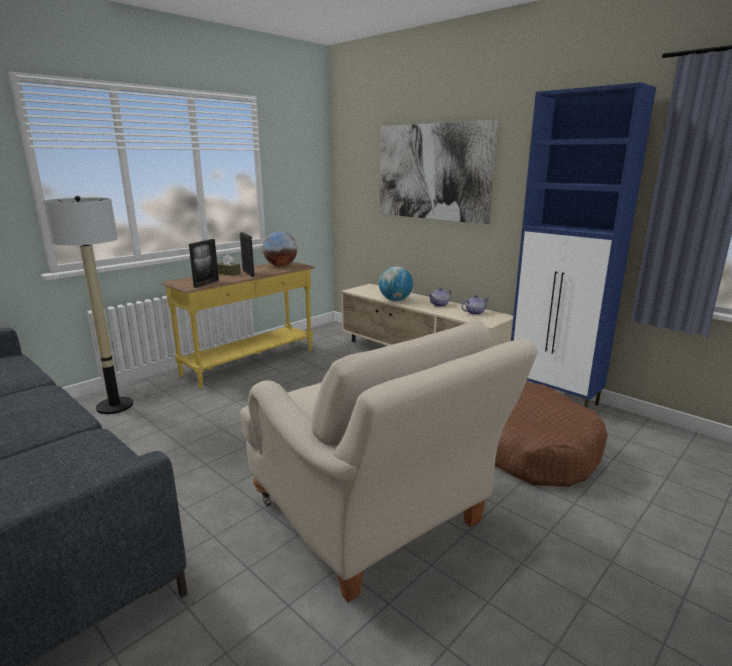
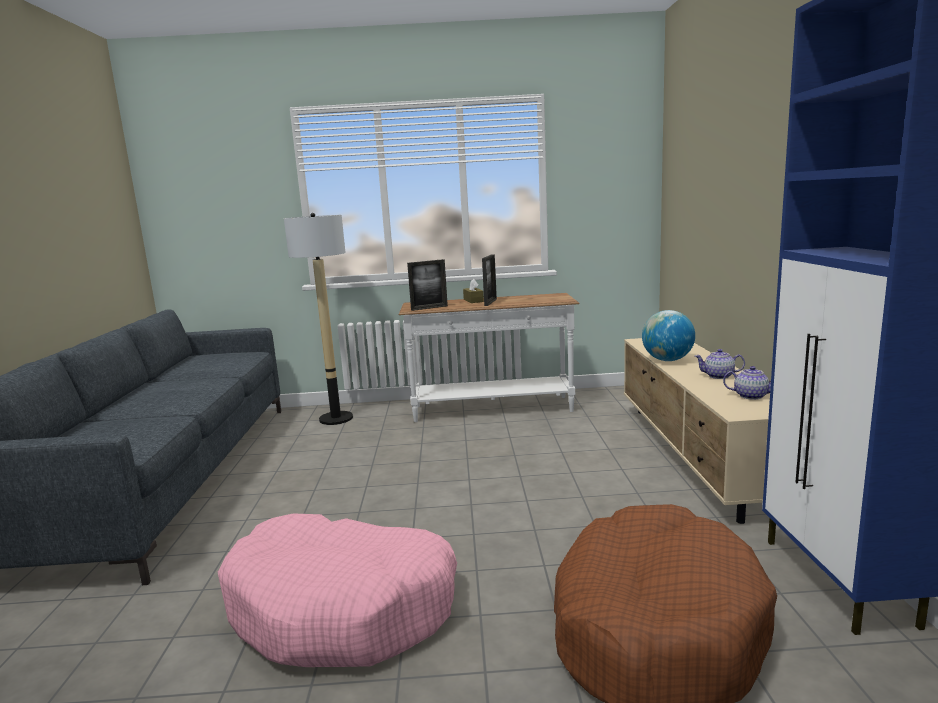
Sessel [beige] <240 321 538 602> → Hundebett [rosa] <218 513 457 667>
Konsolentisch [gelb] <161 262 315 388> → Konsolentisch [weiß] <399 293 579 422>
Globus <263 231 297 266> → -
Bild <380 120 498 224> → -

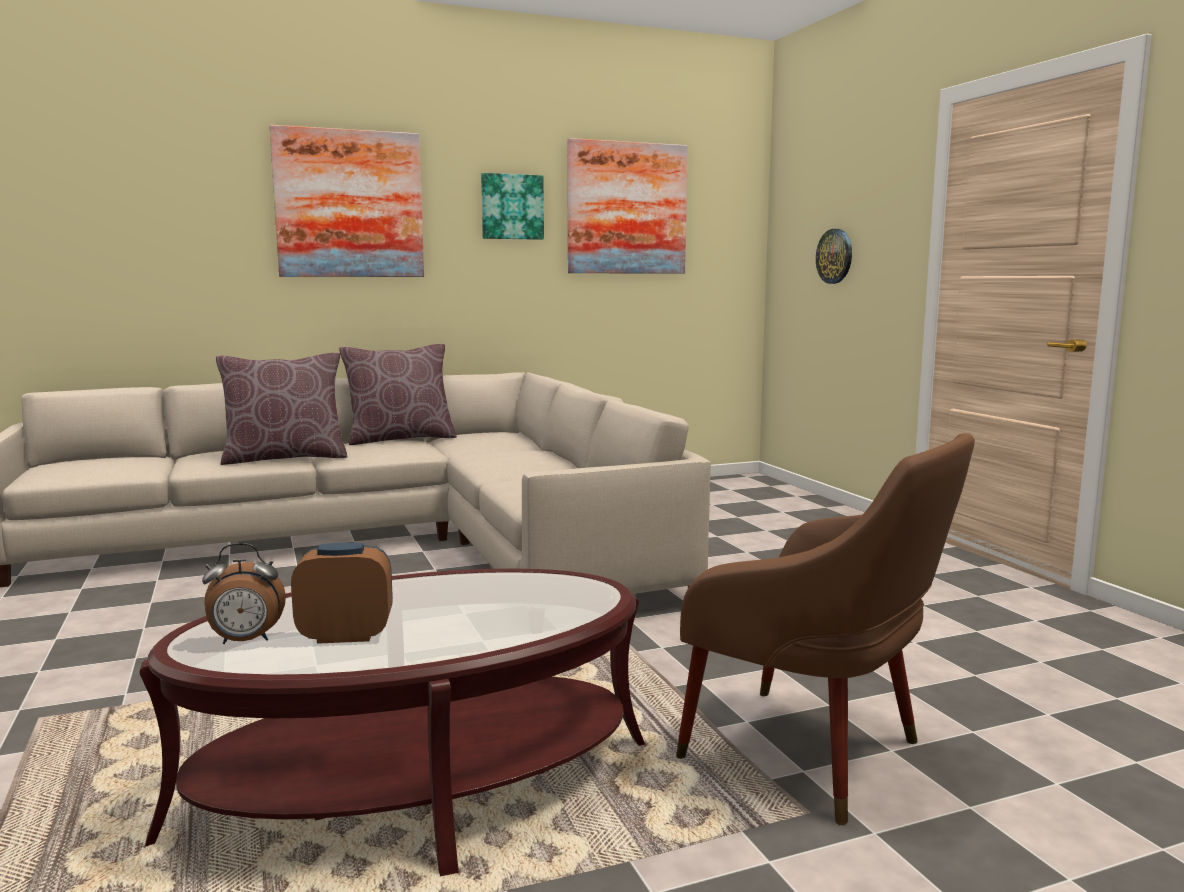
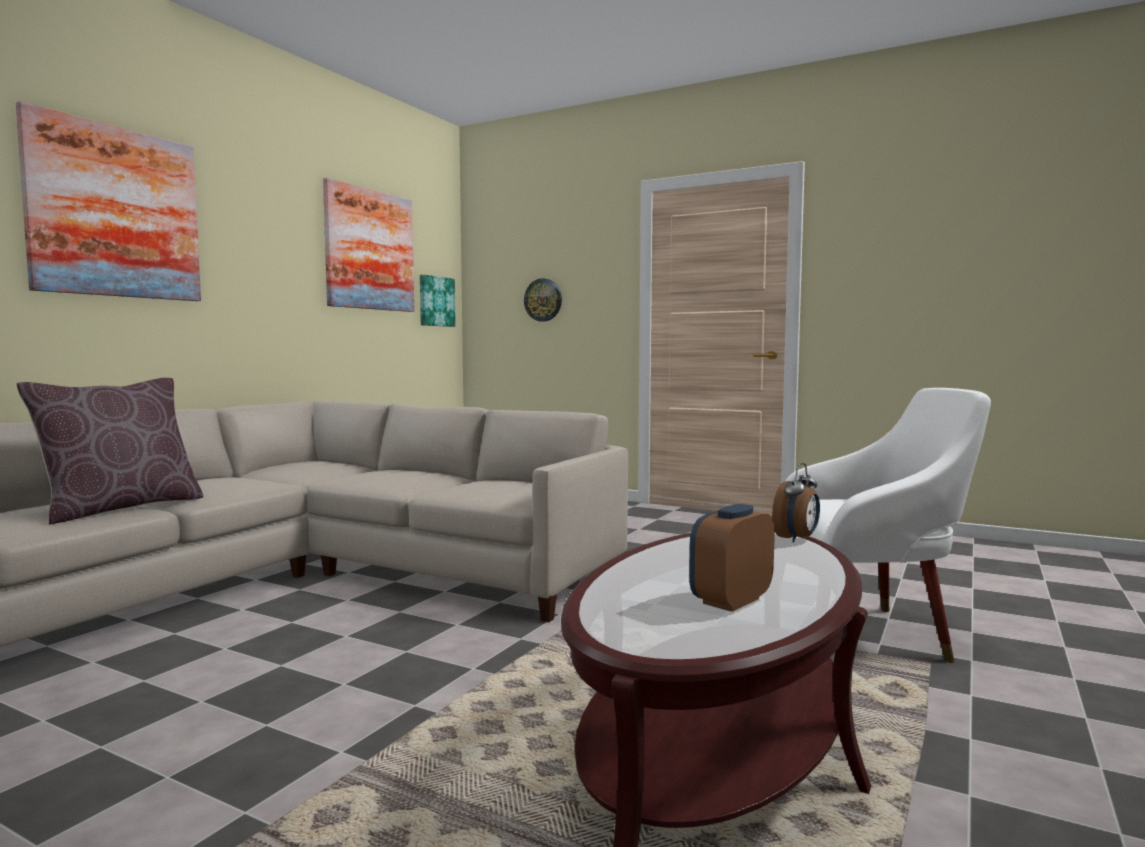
Bild <481 173 544 240> → Bild <420 275 455 327>, shifted
Wecker <202 543 286 644> → Wecker <772 463 820 543>, shifted
Sessel [braun] <676 433 975 825> → Sessel [weiß] <785 388 991 663>
Kissen [braun] <339 344 457 445> → -

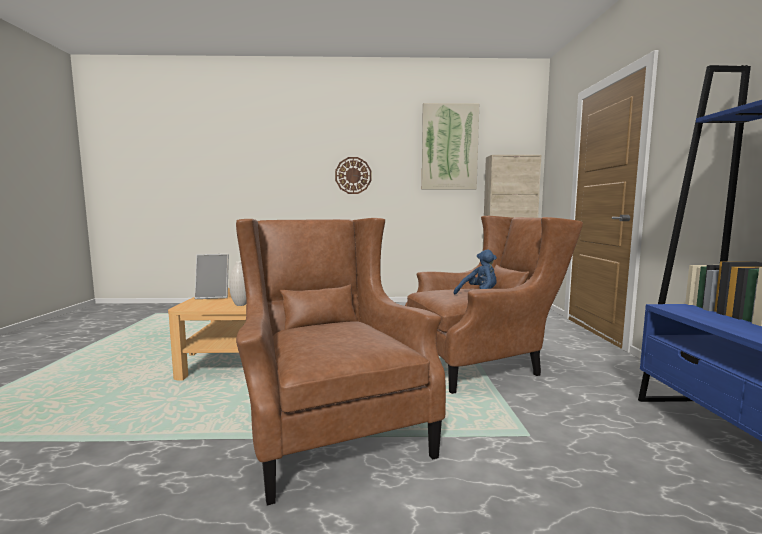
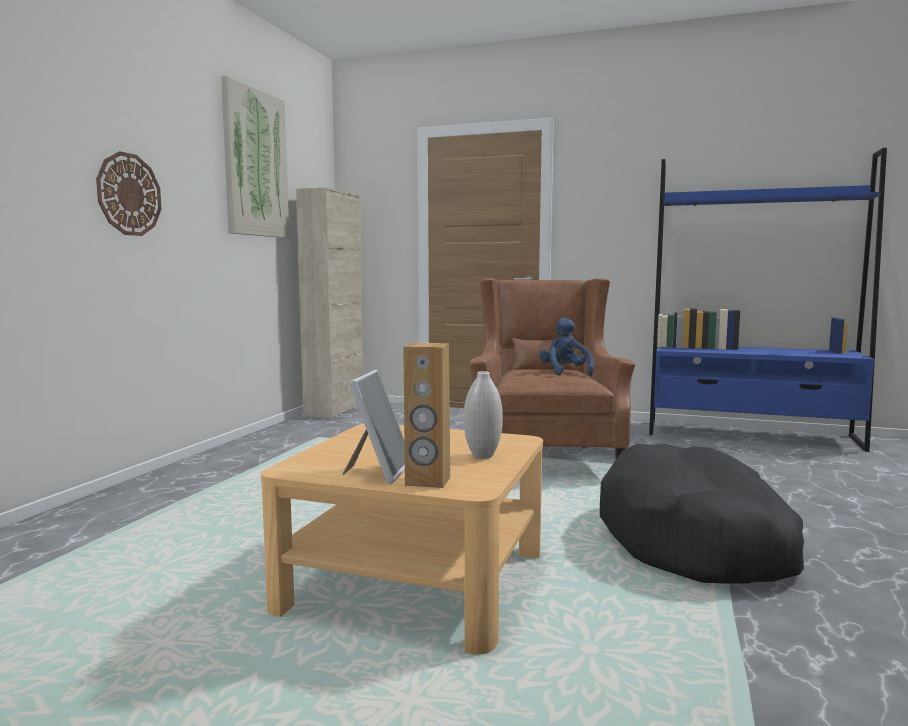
- → Lautsprecher [braun] <403 343 450 488>
Sessel [braun] <236 218 446 506> → Hundebett [schwarz] <600 444 804 583>

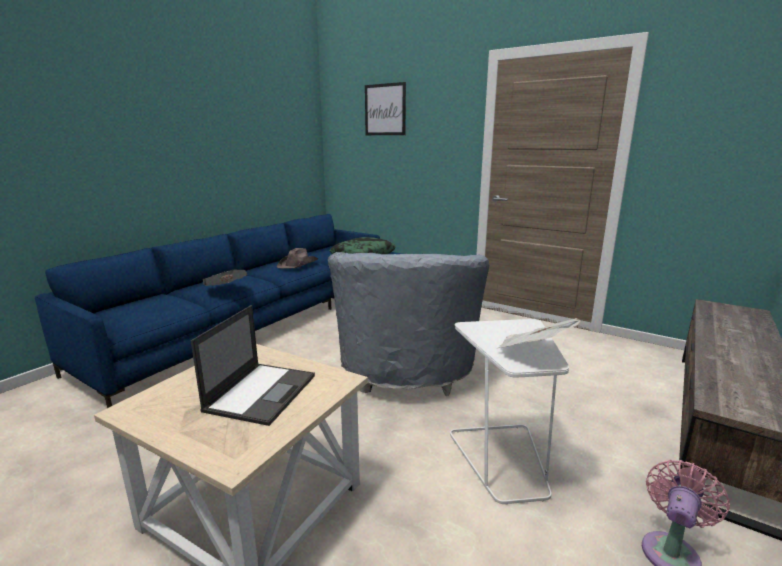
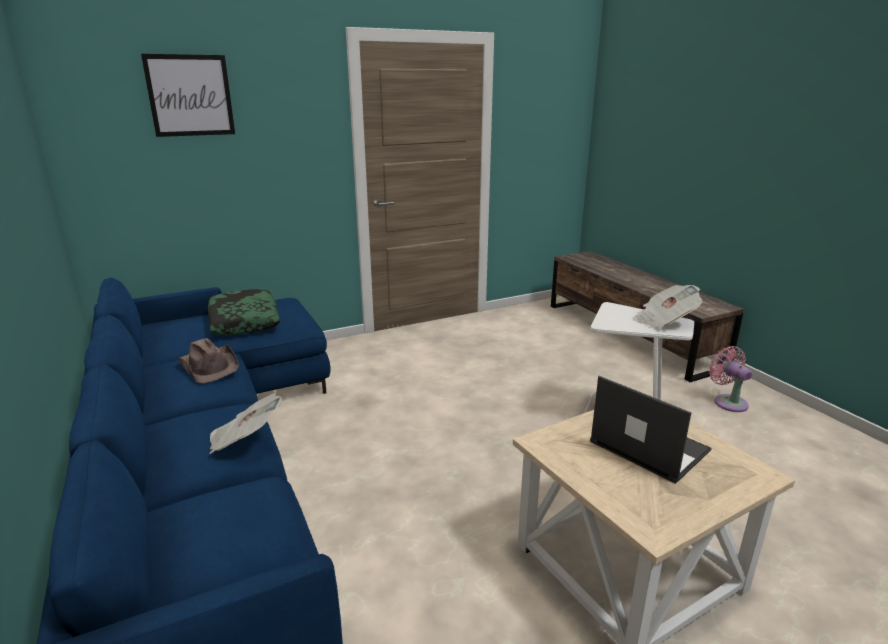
Sessel [beige] <328 252 489 396> → -

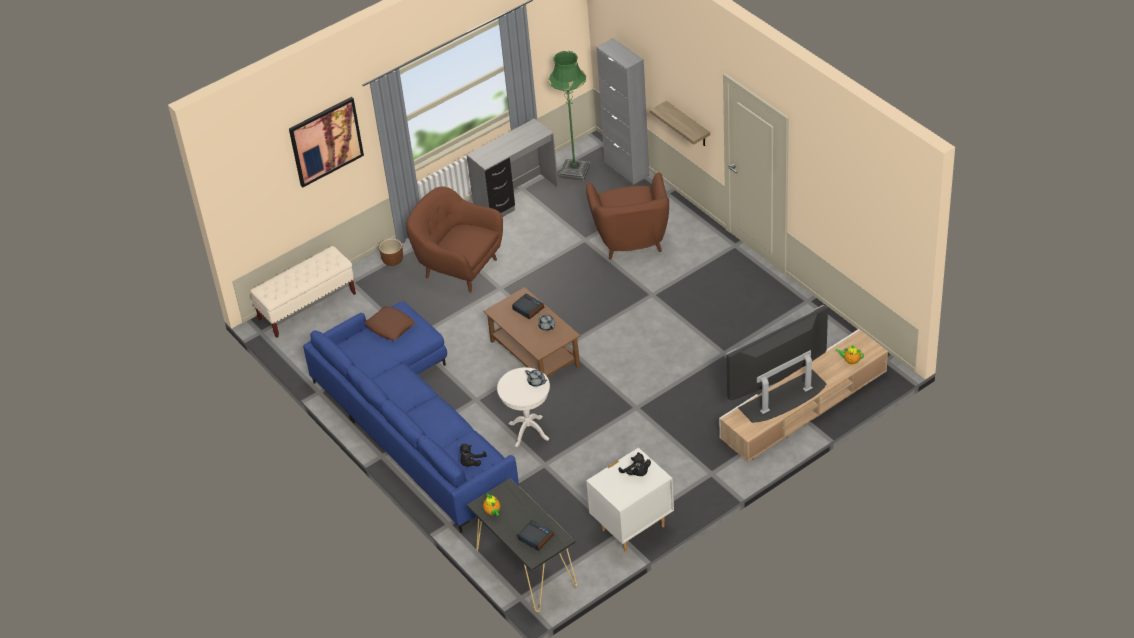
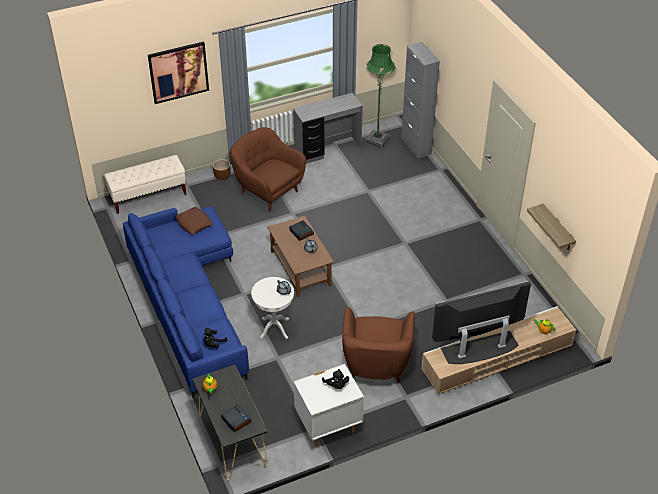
Sessel [braun] <586 172 669 260> → Sessel [braun] <342 307 415 383>, shifted
Wandregal <650 101 710 146> → Wandregal <527 204 576 251>, shifted

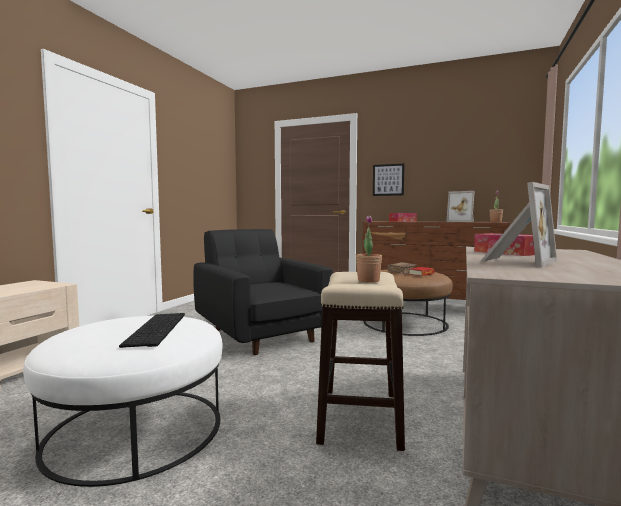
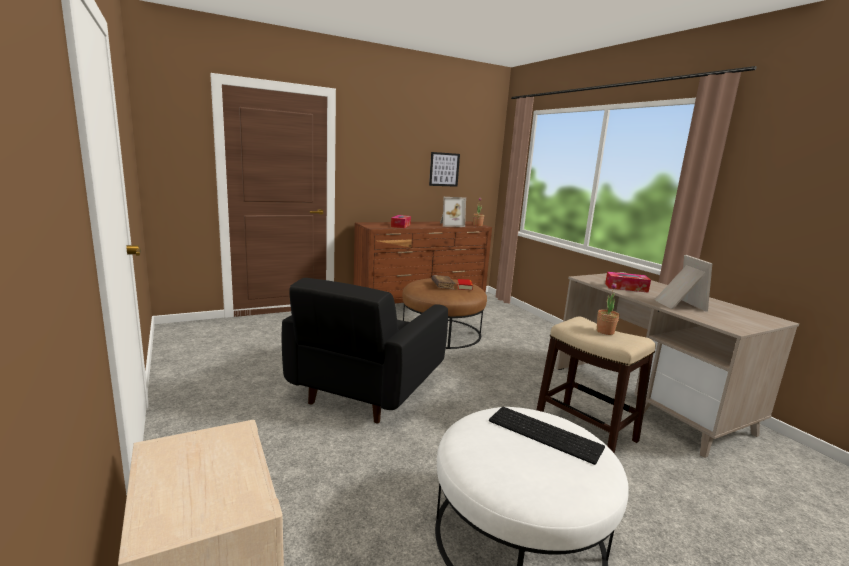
Sessel [schwarz] <193 229 333 355> → Sessel [schwarz] <282 278 448 424>, 75 degrees counterclockwise
Bild <373 164 405 196> → Bild <429 152 460 187>, shifted

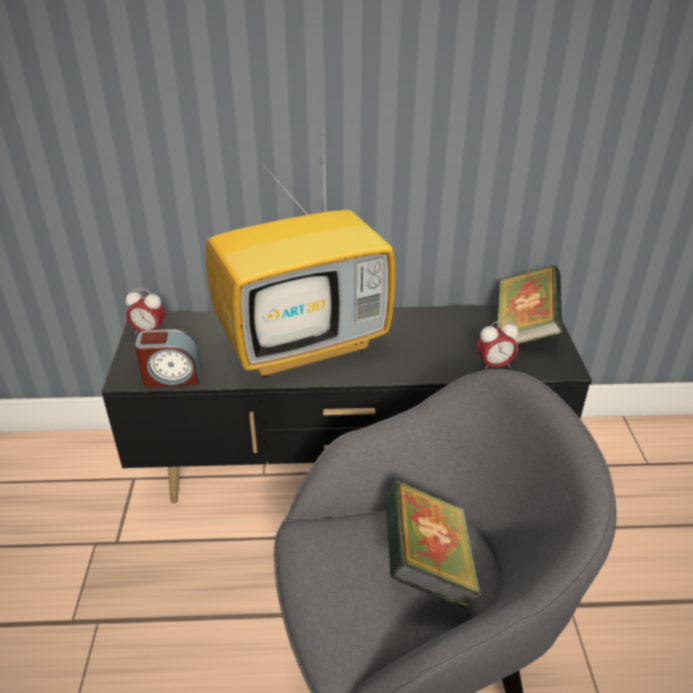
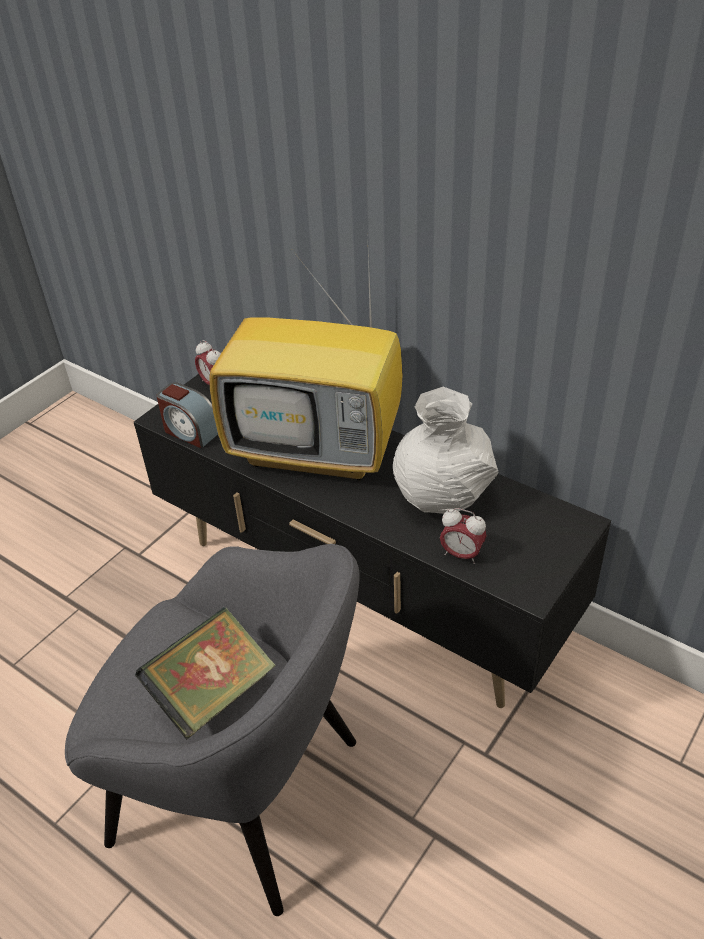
- → Vase [weiß] <393 387 498 514>
Buch <497 265 563 344> → -

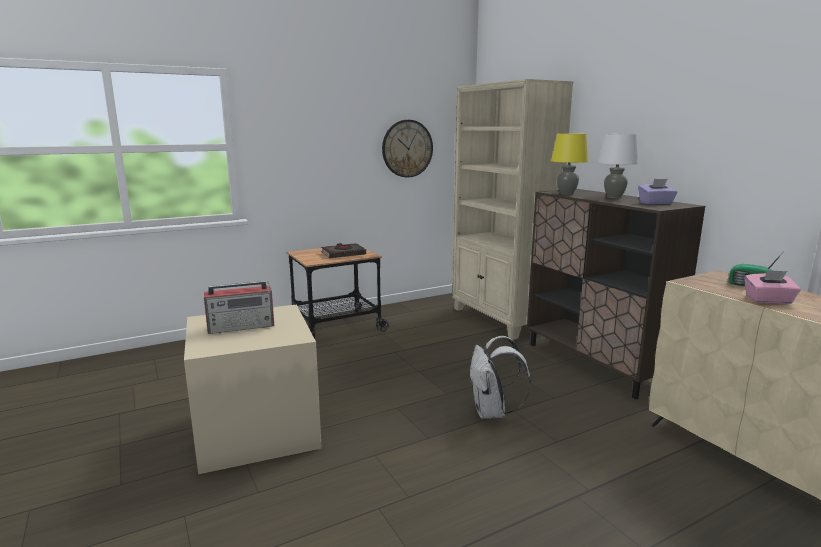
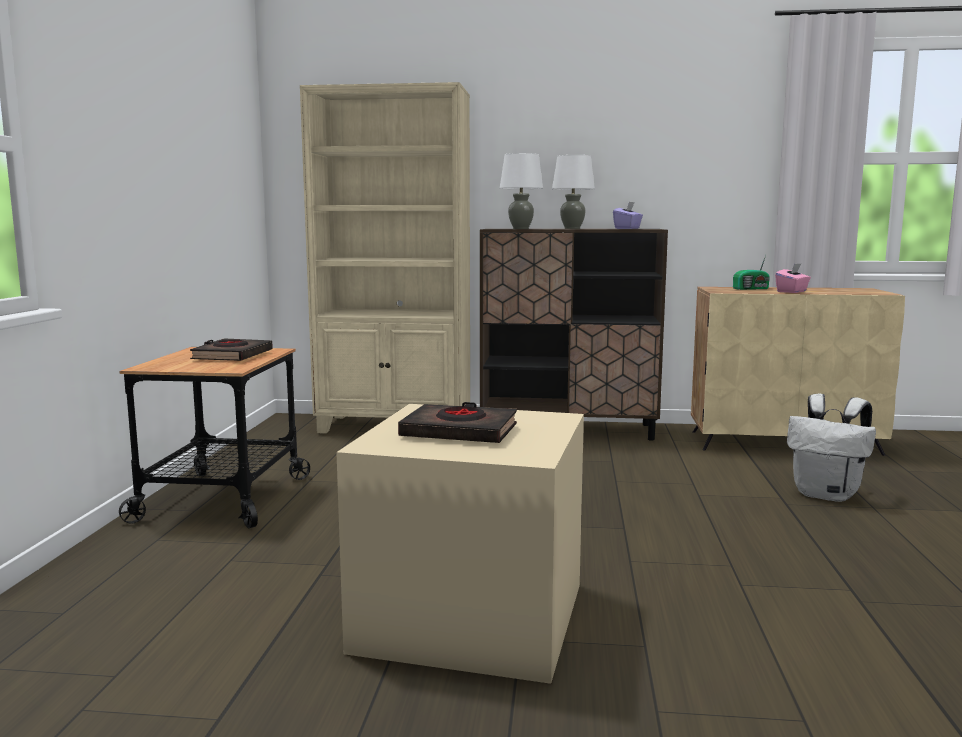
Radio <204 281 274 334> → Buch [schwarz] <398 402 517 443>
Tischlampe [gelb] <551 133 588 195> → Tischlampe [weiß] <500 153 543 229>
Rucksack [weiß] <470 336 531 419> → Rucksack [weiß] <787 394 876 502>, shifted
Wanduhr <382 120 433 178> → -

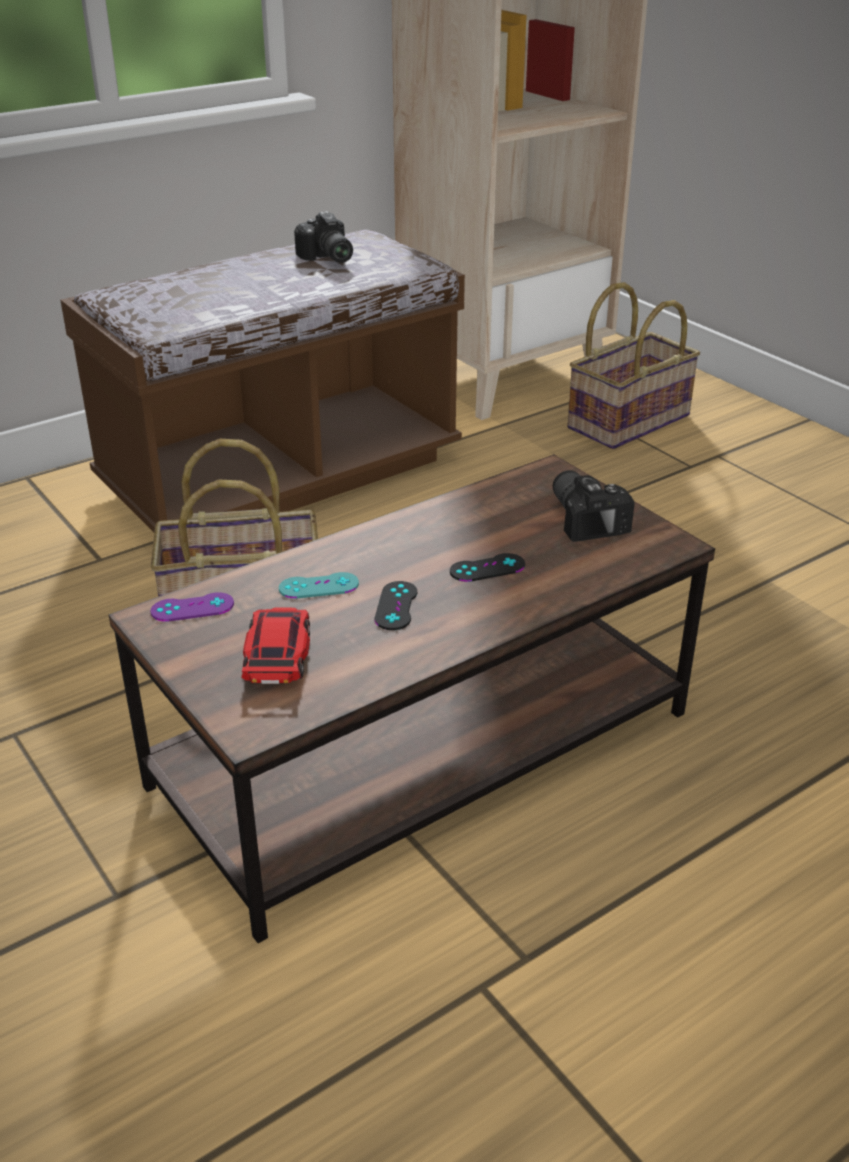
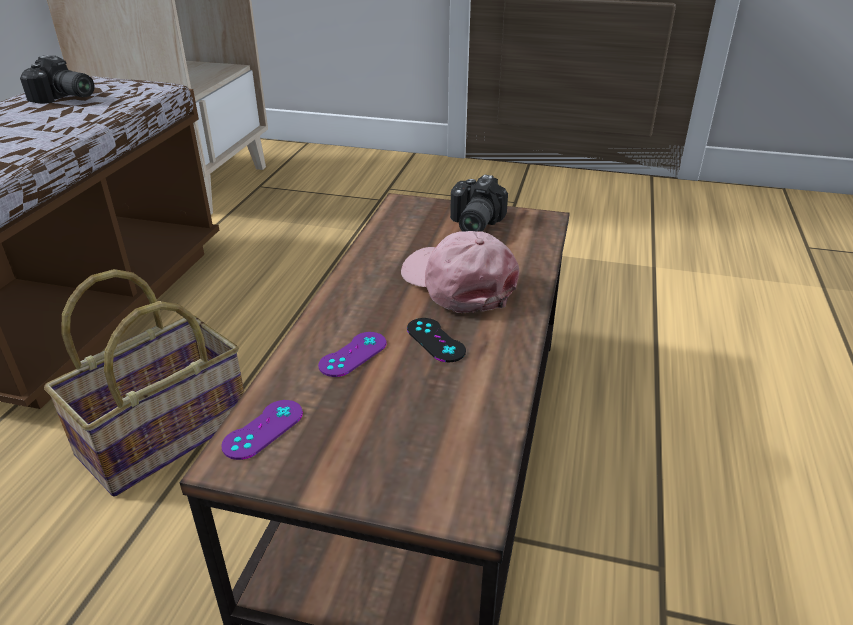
Gamepad [türkis] <279 572 359 599> → Gamepad [lila] <318 332 387 377>
Gamepad [schwarz] <450 553 525 582> → Kappe [rosa] <401 231 519 313>
Kamera <553 470 634 542> → Kamera <450 175 508 232>, 105 degrees counterclockwise
Spielzeugauto <241 607 310 684> → -
Korb <567 282 700 449> → -

